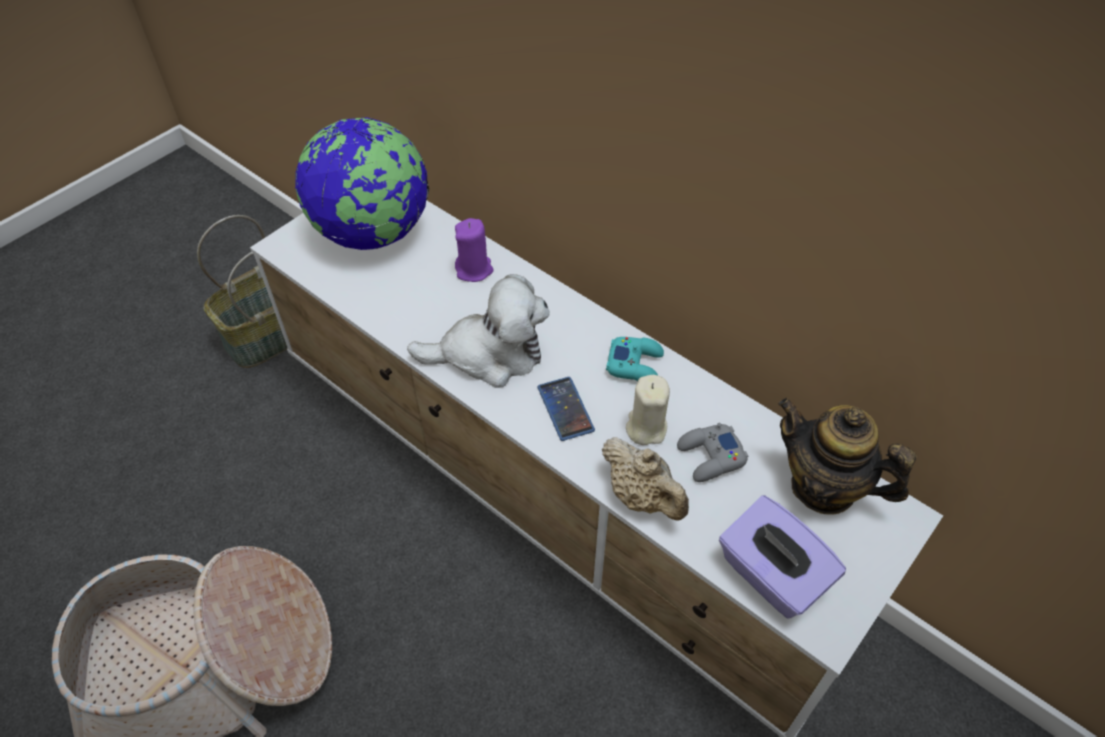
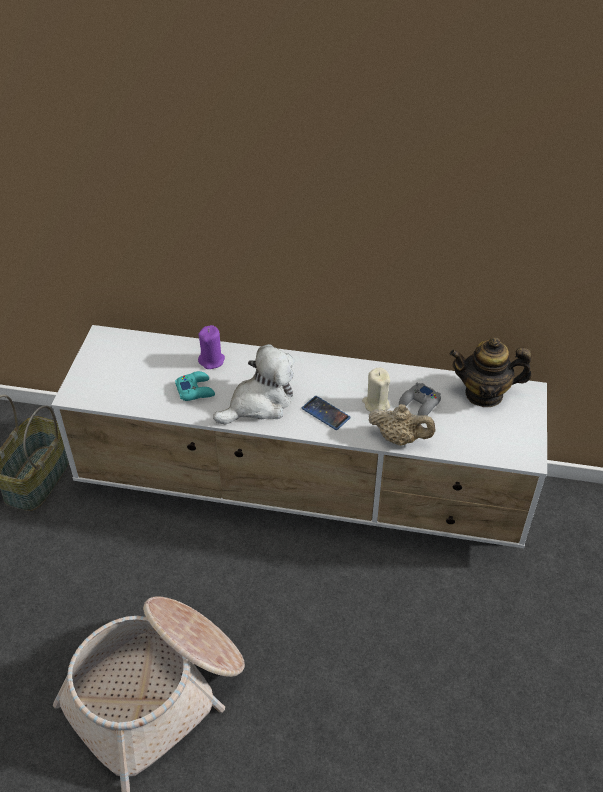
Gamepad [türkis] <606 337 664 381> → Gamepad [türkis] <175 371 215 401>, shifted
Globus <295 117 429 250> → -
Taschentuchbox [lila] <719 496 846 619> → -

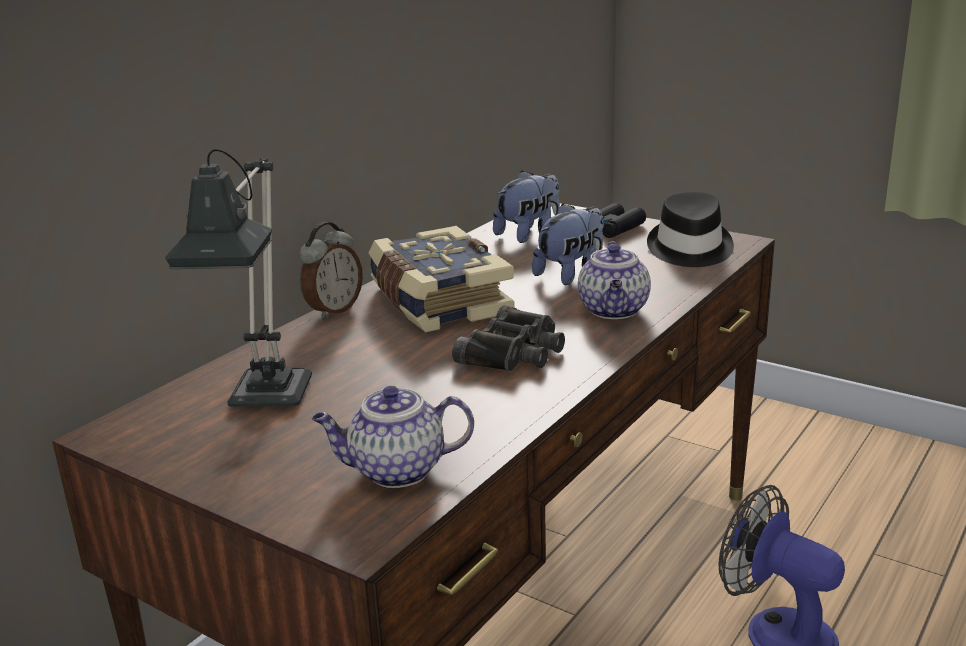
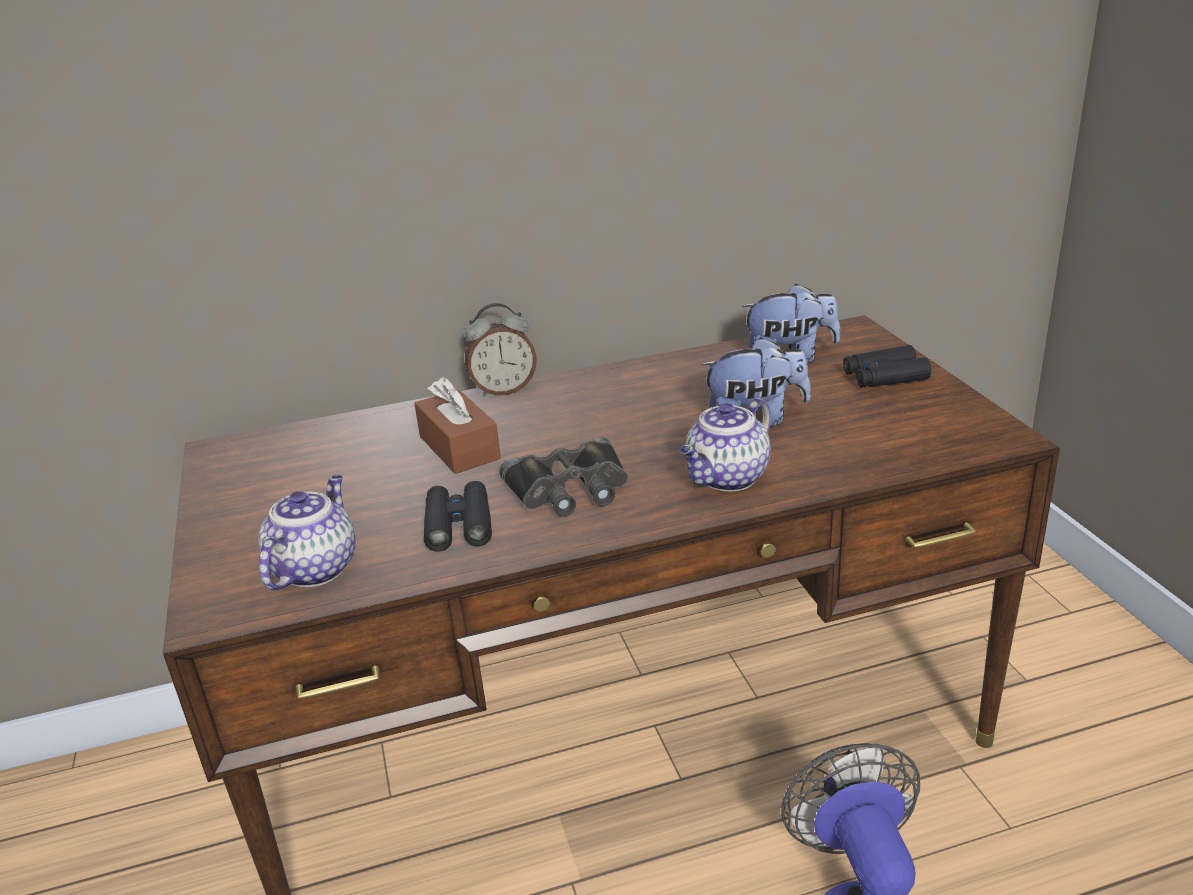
Teekanne <312 386 474 488> → Teekanne <258 475 355 590>, 75 degrees clockwise
- → Taschentuchbox [braun] <414 377 501 474>
- → Fernglas [schwarz] <424 481 492 552>
Tischlampe <165 149 312 407> → -
Buch <369 226 515 332> → -
Hut [schwarz] <647 191 734 267> → -

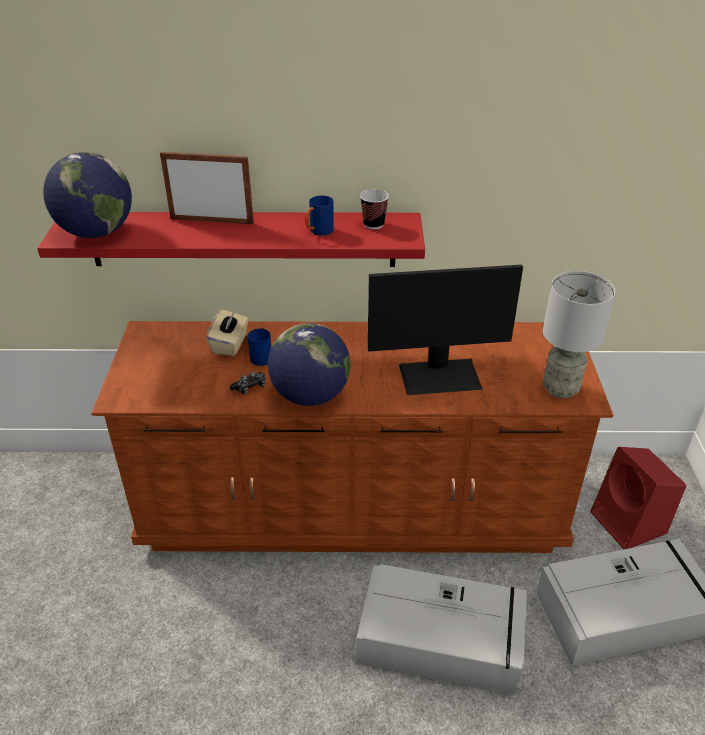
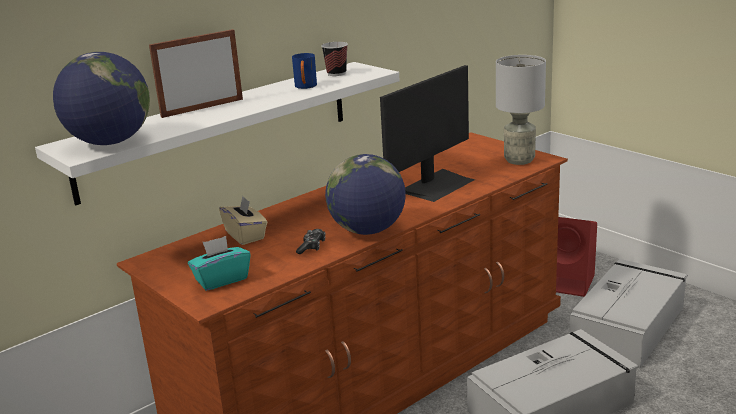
Wandregal [rot] <37 212 425 267> → Wandregal [weiß] <35 62 400 205>
- → Taschentuchbox [türkis] <188 236 251 291>
Henkelbecher [blau] <247 328 271 366> → -

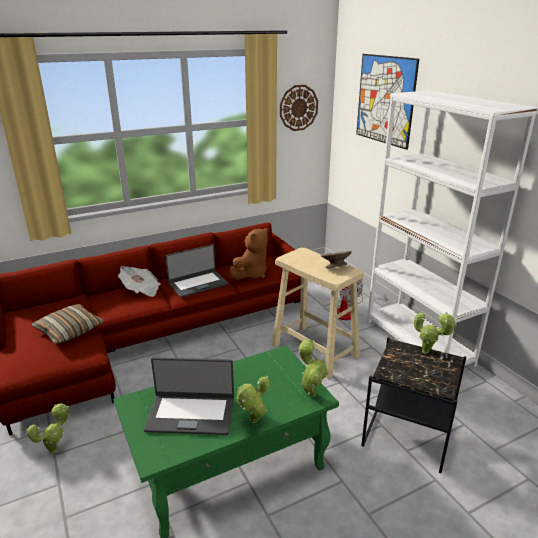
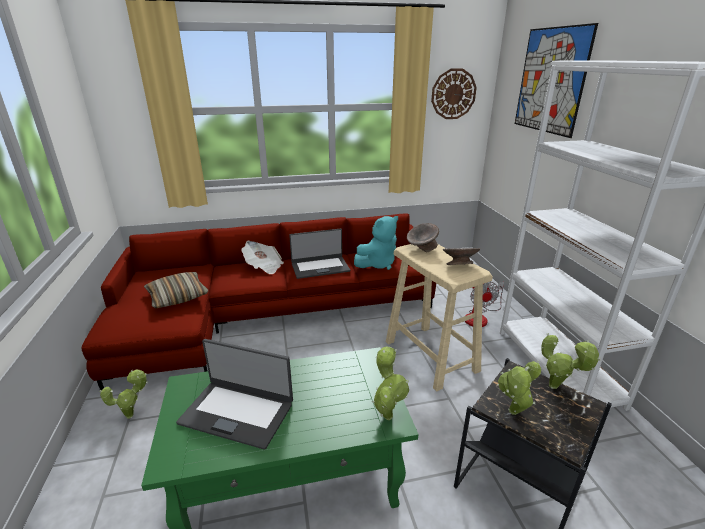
Plüschtier [braun] <229 228 268 280> → Plüschtier [türkis] <354 216 398 270>
- → Schüssel [grau] <407 223 439 253>
Topfpflanze <236 375 270 423> → Topfpflanze <497 361 541 415>, shifted

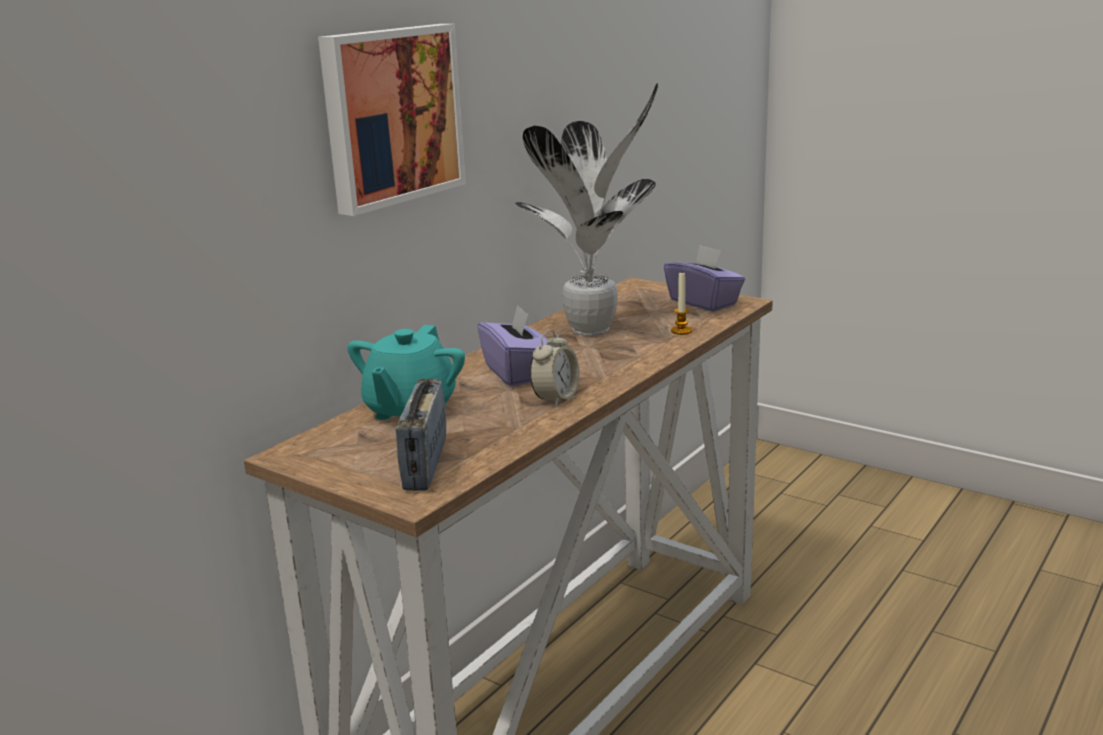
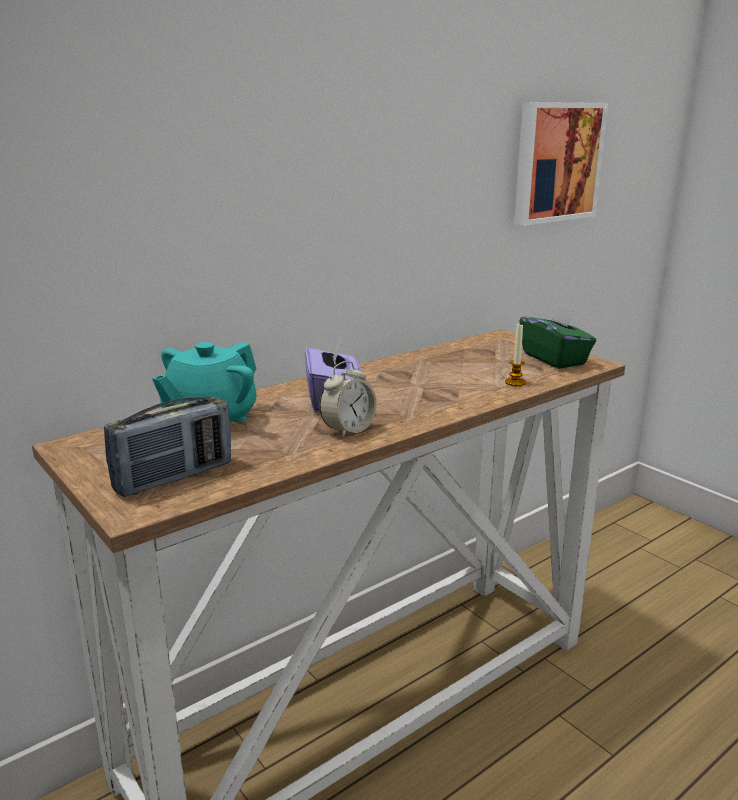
Radio <396 379 446 491> → Radio <104 397 231 497>, 150 degrees counterclockwise
Bild <318 24 466 216> → Bild <514 102 608 226>, shifted
Taschentuchbox [lila] <664 245 745 312> → Taschentuchbox [grün] <520 302 596 369>
Topfpflanze <515 83 658 336> → -

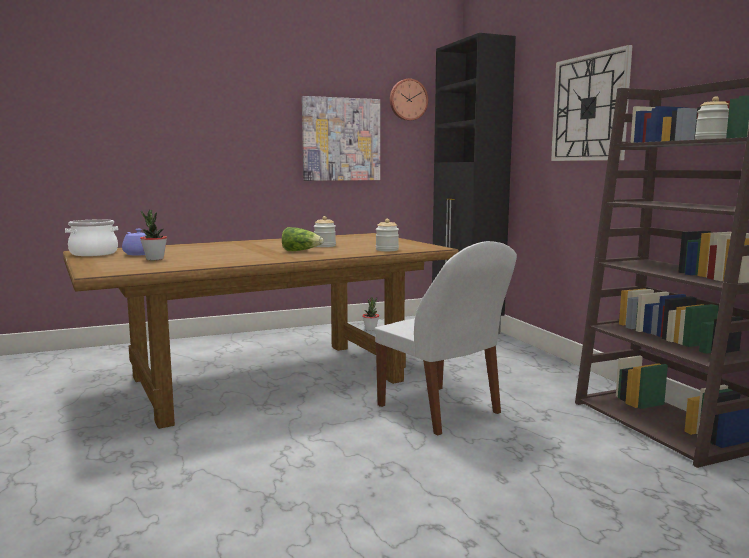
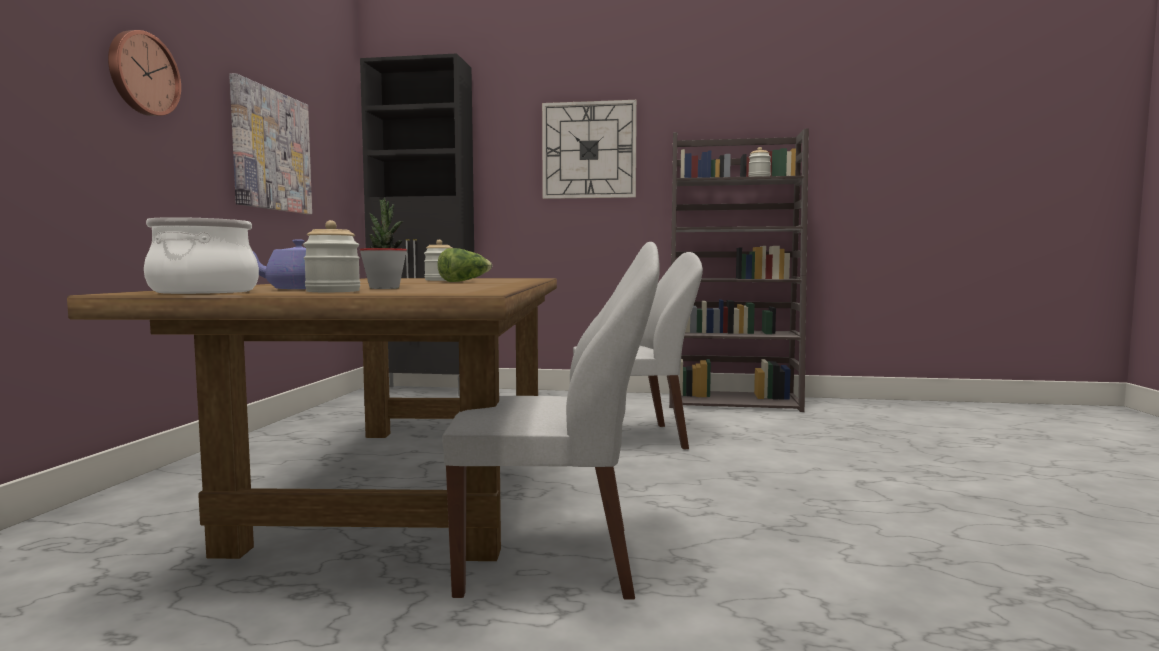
Wanduhr <390 79 428 121> → Wanduhr <108 30 181 116>, shifted
Vorratsglas <376 219 399 251> → Vorratsglas <303 220 360 292>, shifted
- → Stuhl [weiß] <442 242 660 599>
Topfpflanze <362 297 379 331> → -

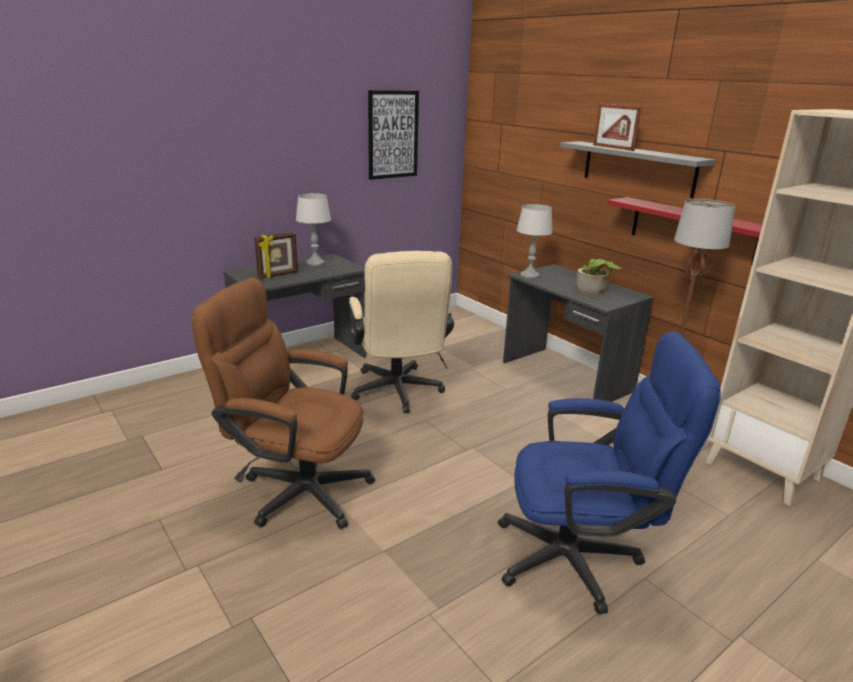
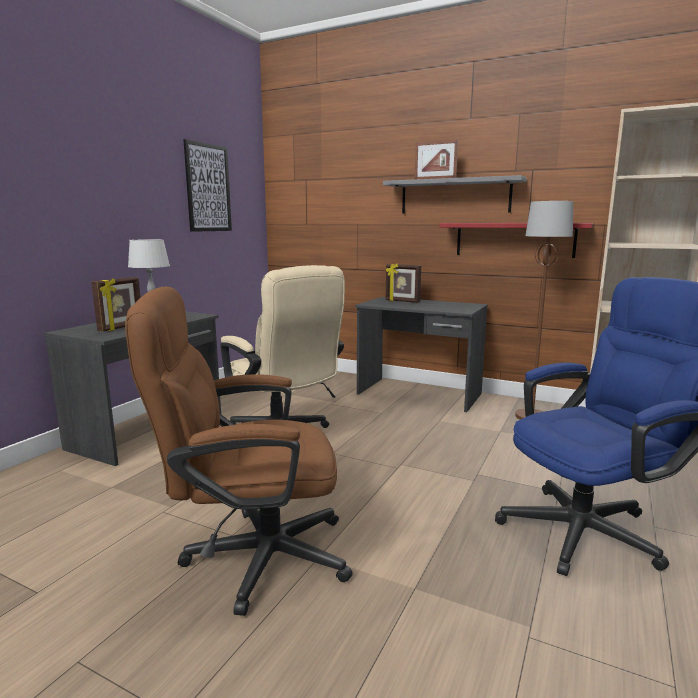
- → Bilderrahmen <386 264 421 303>
Tischlampe [grau] <517 204 553 279> → -
Topfpflanze <576 259 623 294> → -

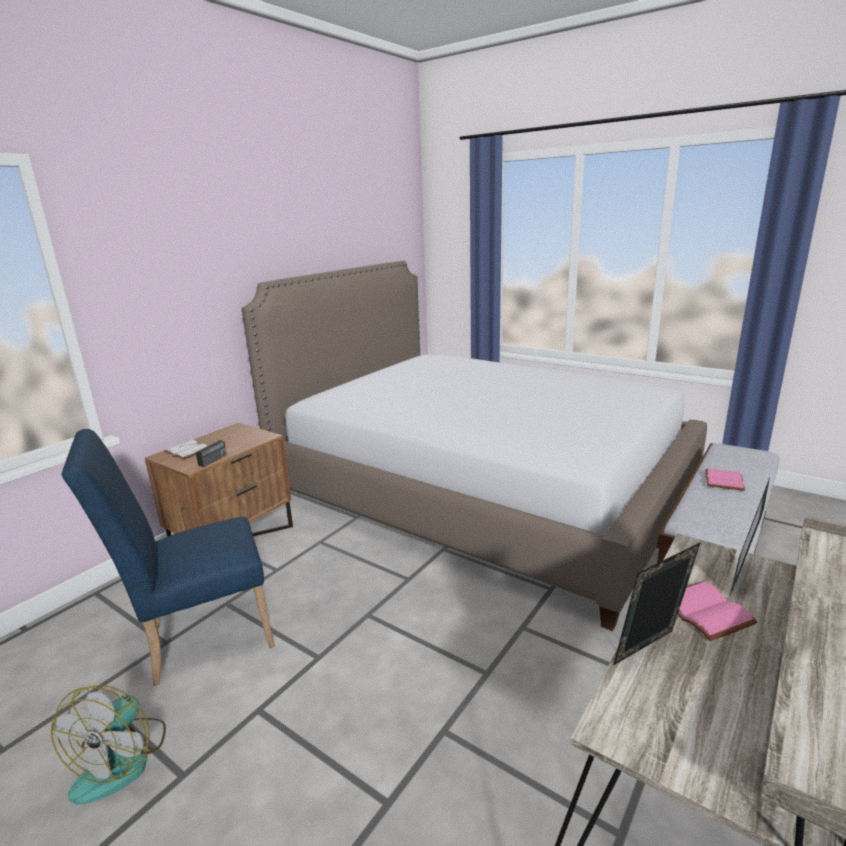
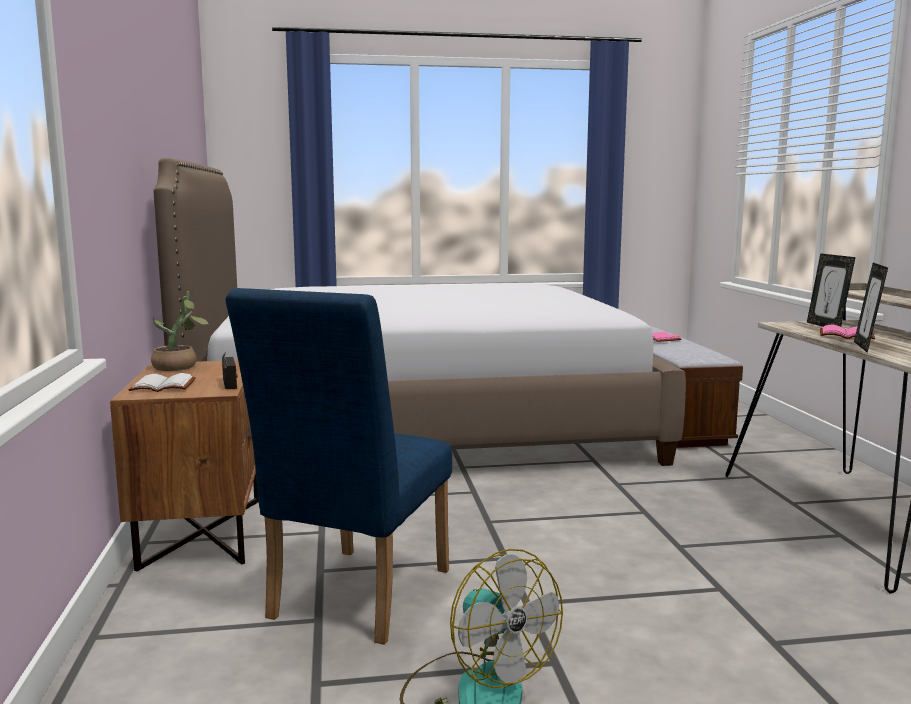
- → Topfpflanze <151 292 210 371>

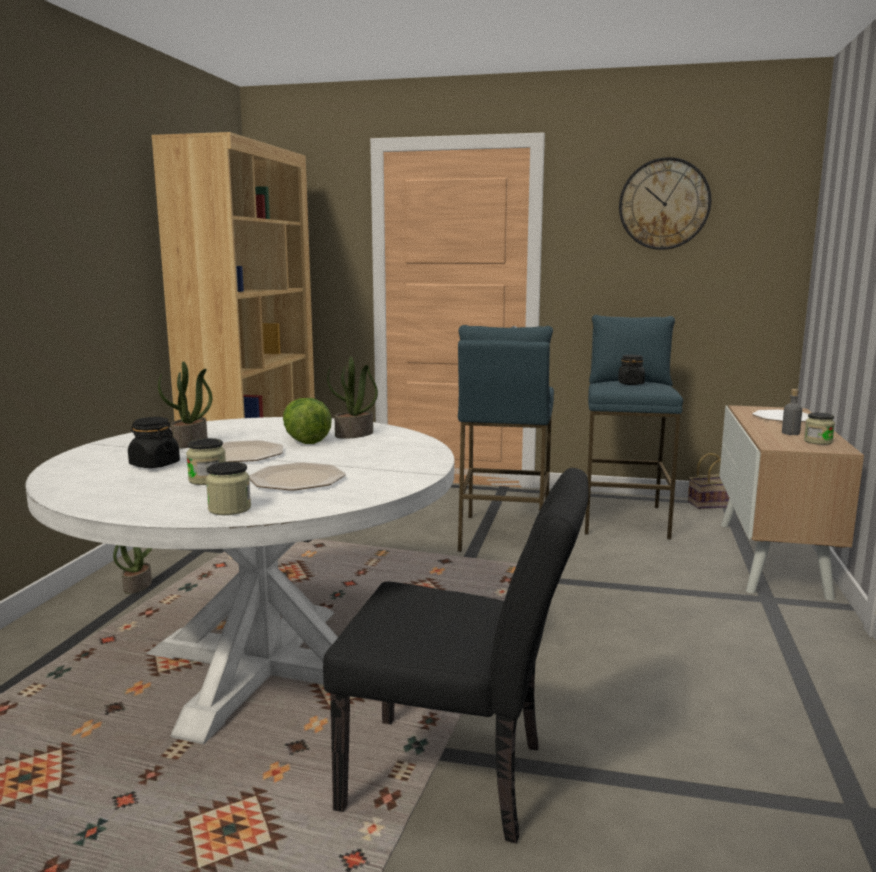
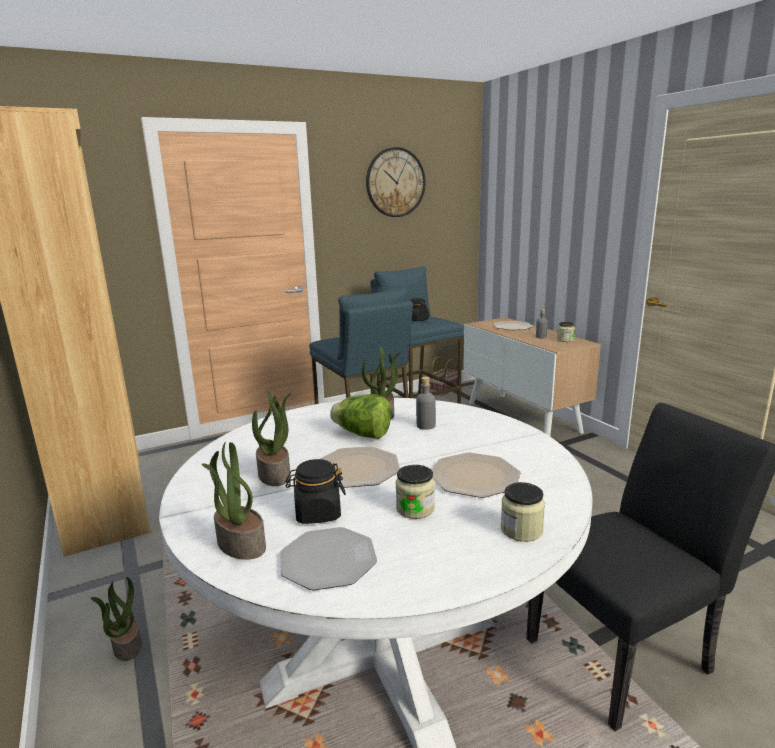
- → Topfpflanze <202 442 266 560>
- → Teller <280 527 377 590>
- → Flasche [grau] <416 377 436 430>

